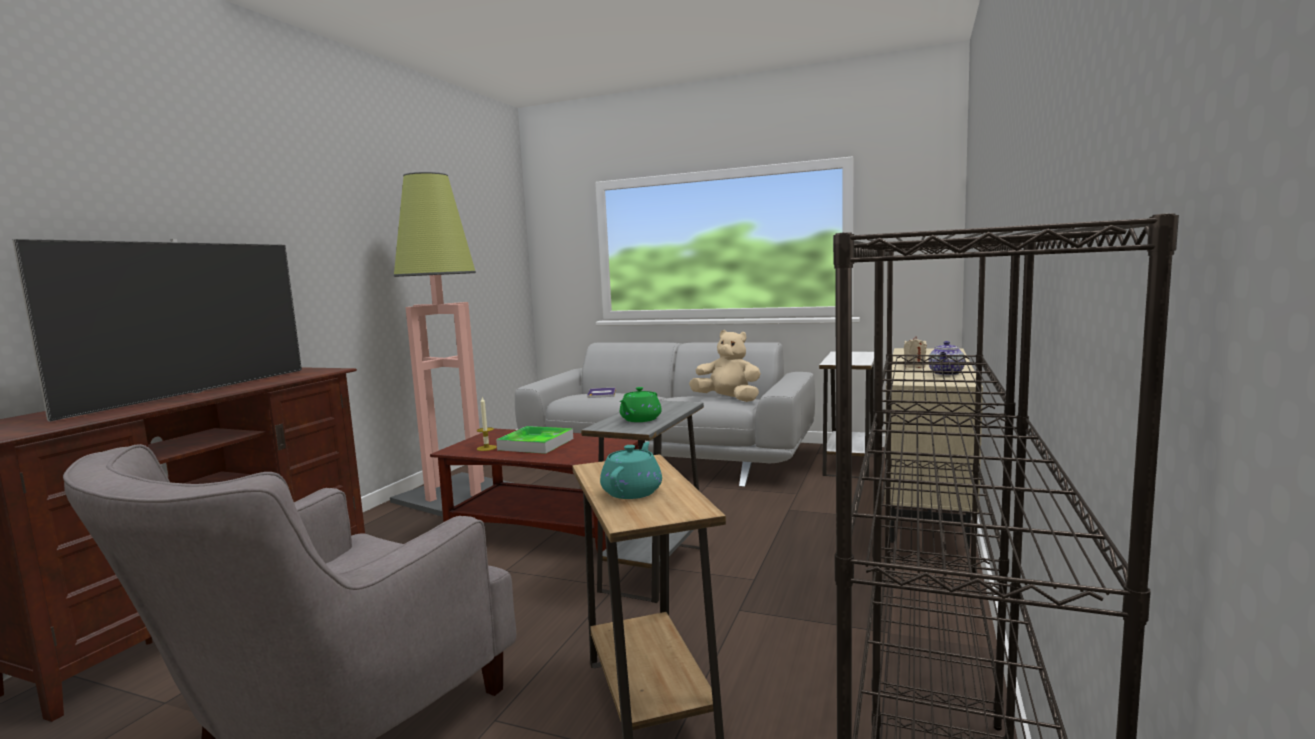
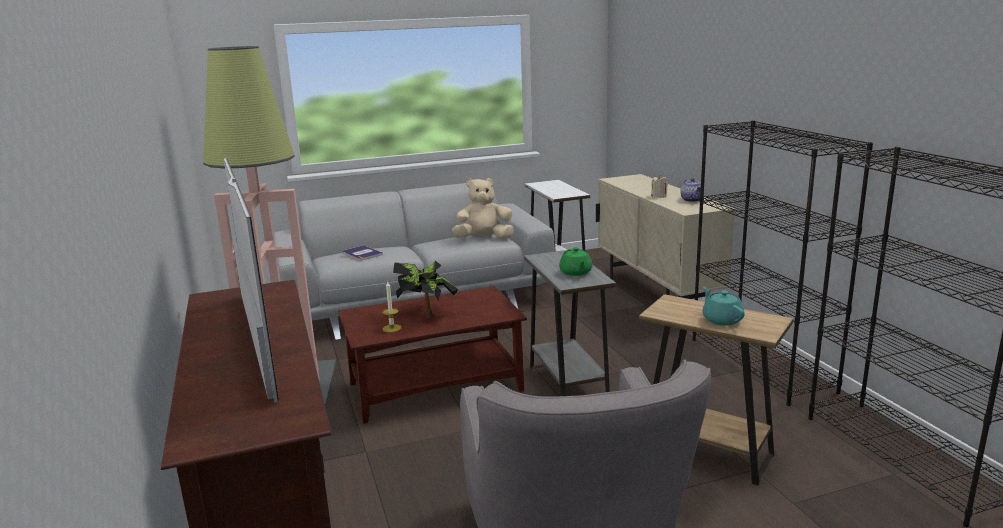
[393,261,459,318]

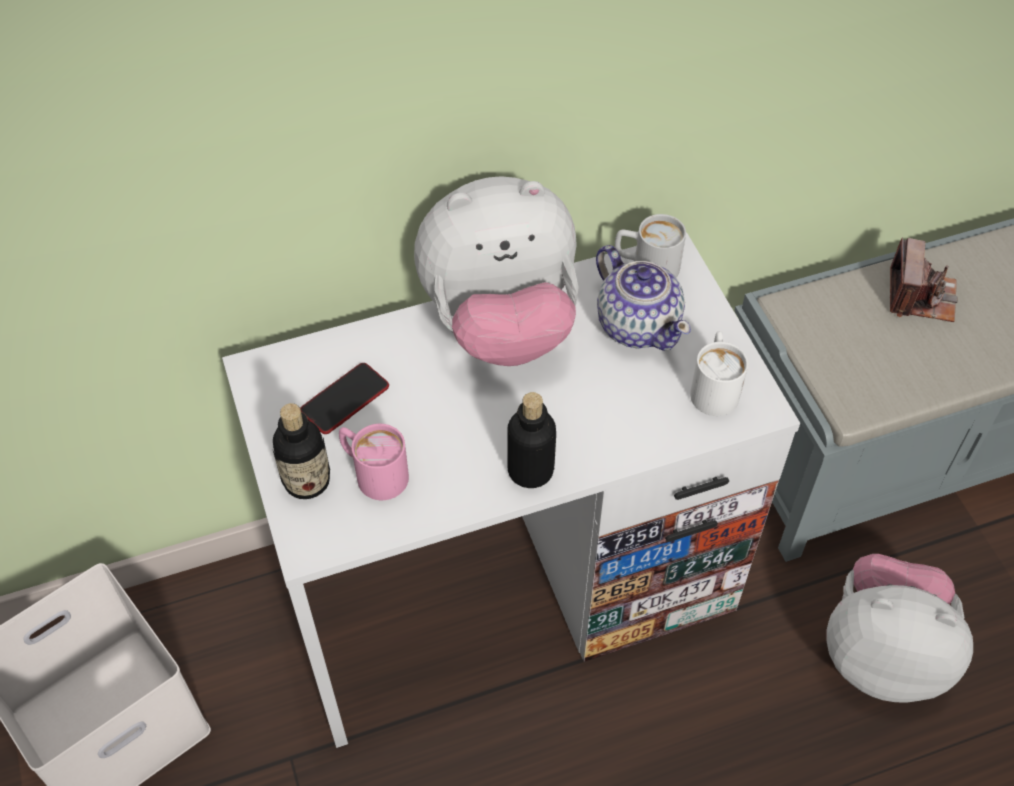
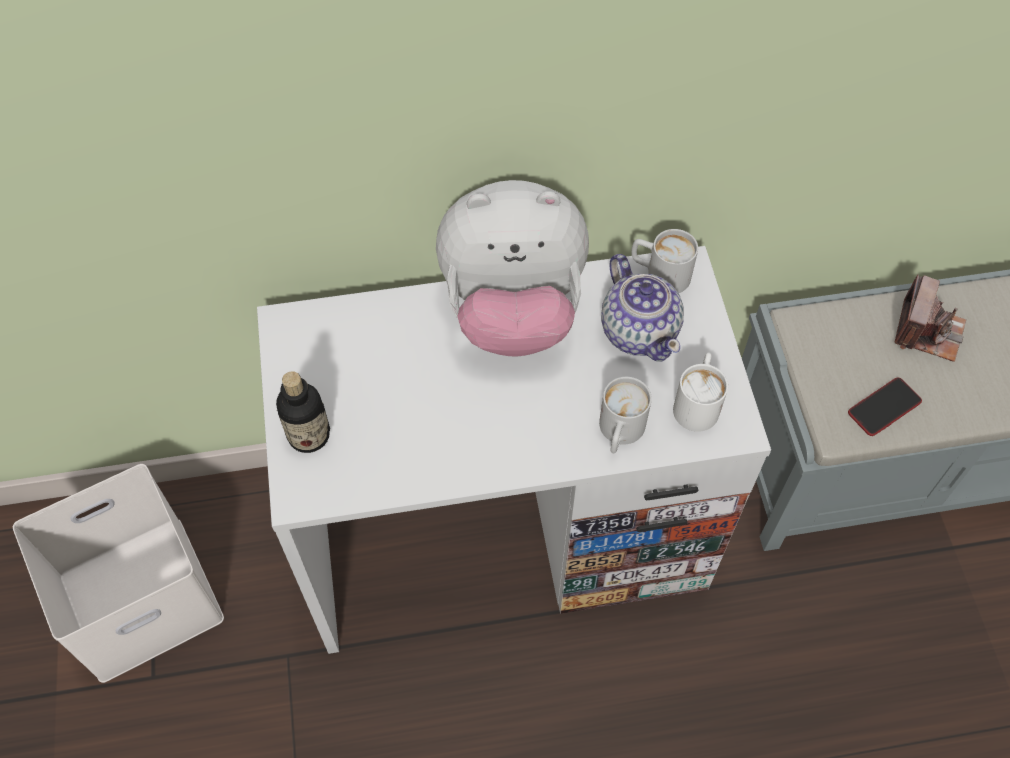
[848,378,922,436]
[339,424,409,500] (first image)
[507,392,556,488] (first image)
[826,554,973,702] (first image)
[599,377,652,453]

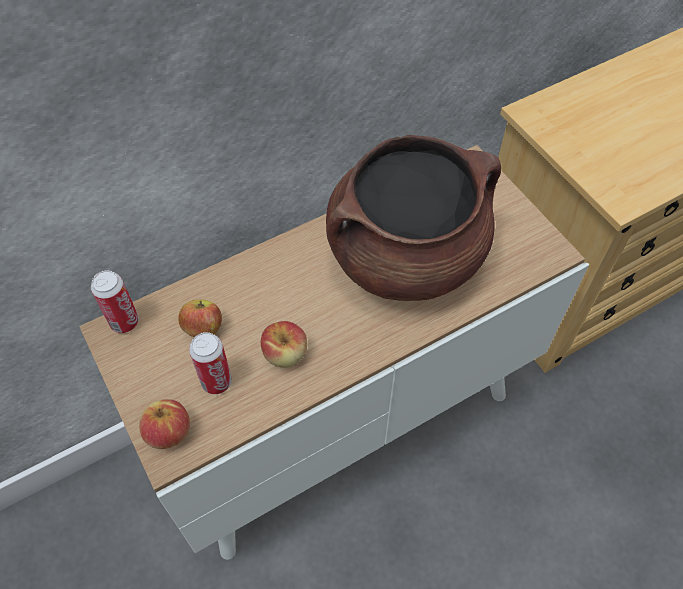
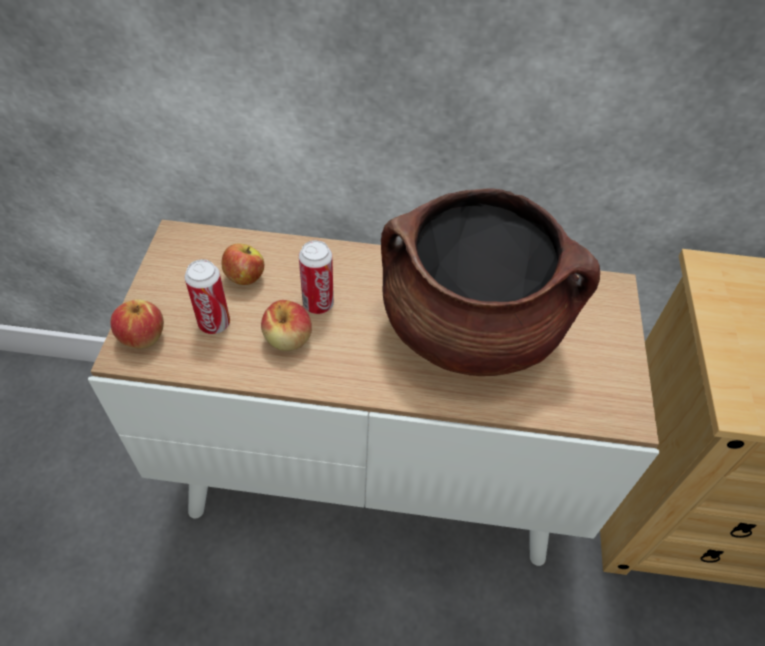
[299,240,334,314]

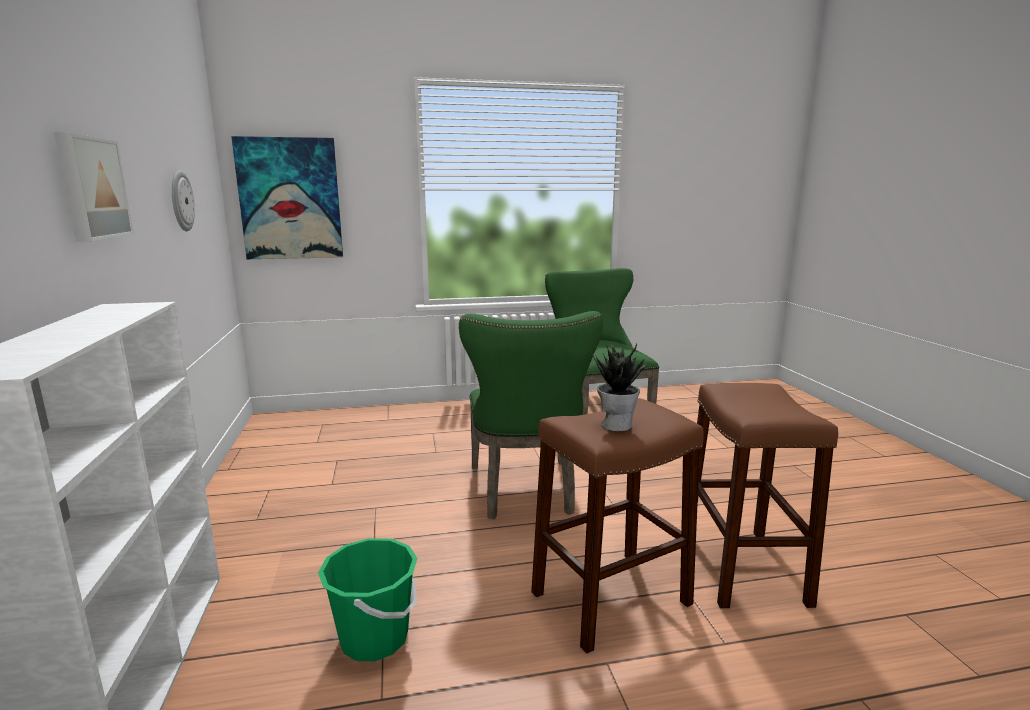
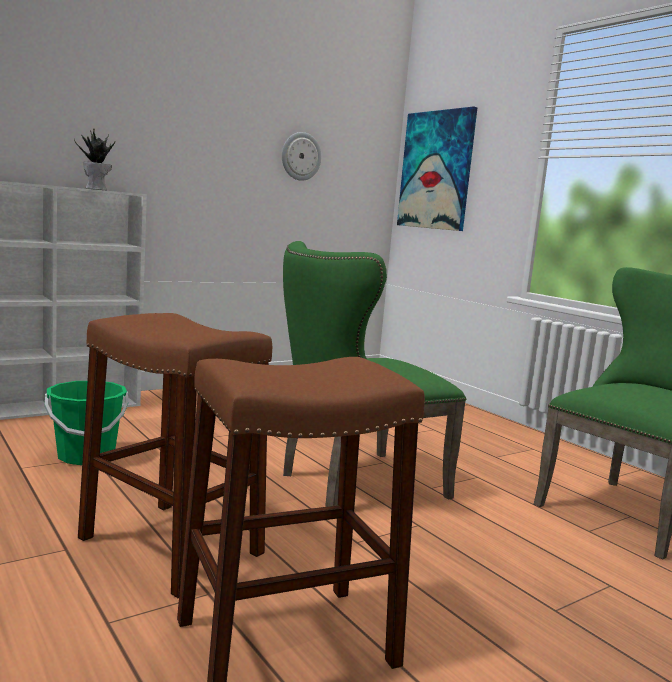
[54,132,134,242] (first image)
[74,129,116,190]

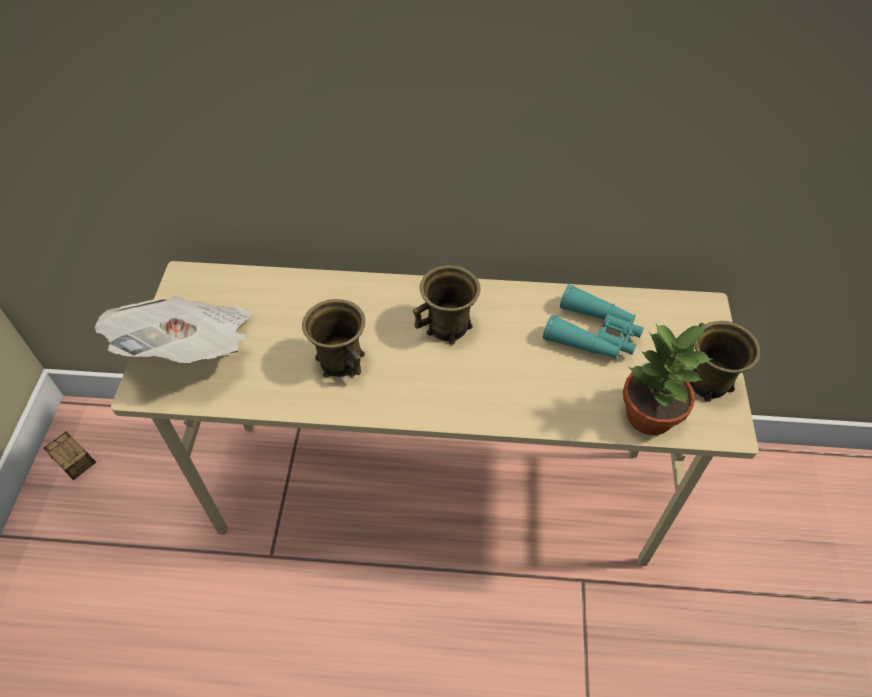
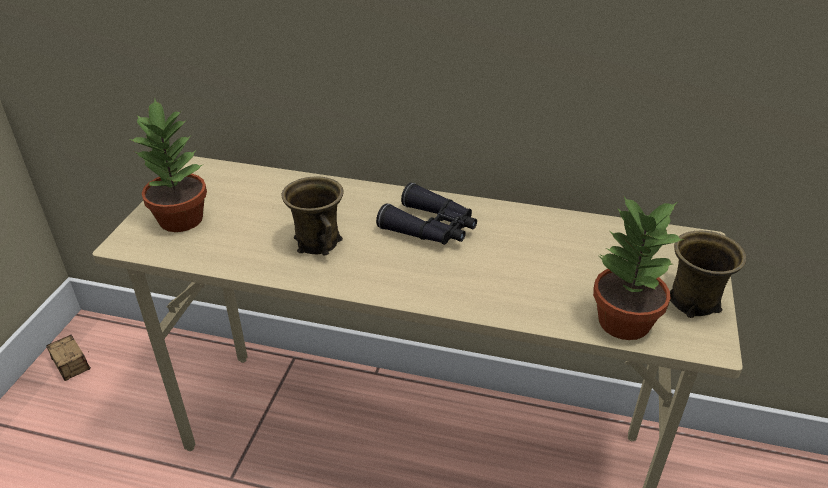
[129,99,207,232]
[376,183,477,245]
[543,284,644,359] (first image)

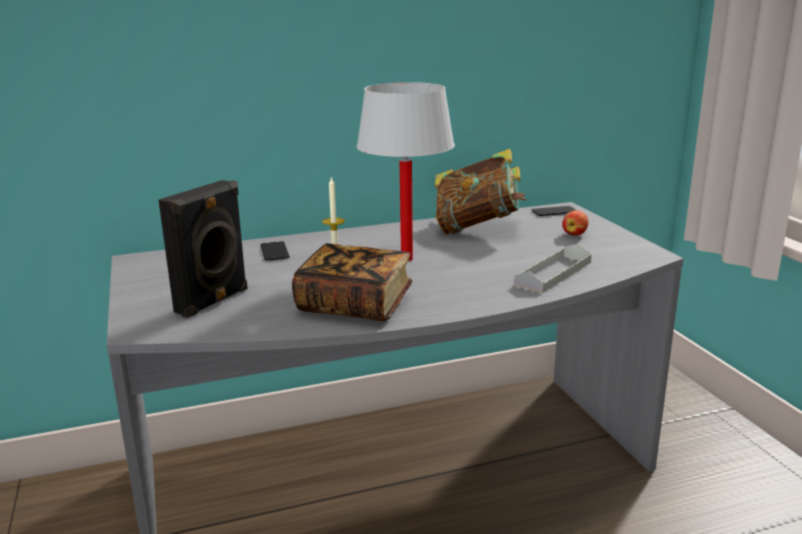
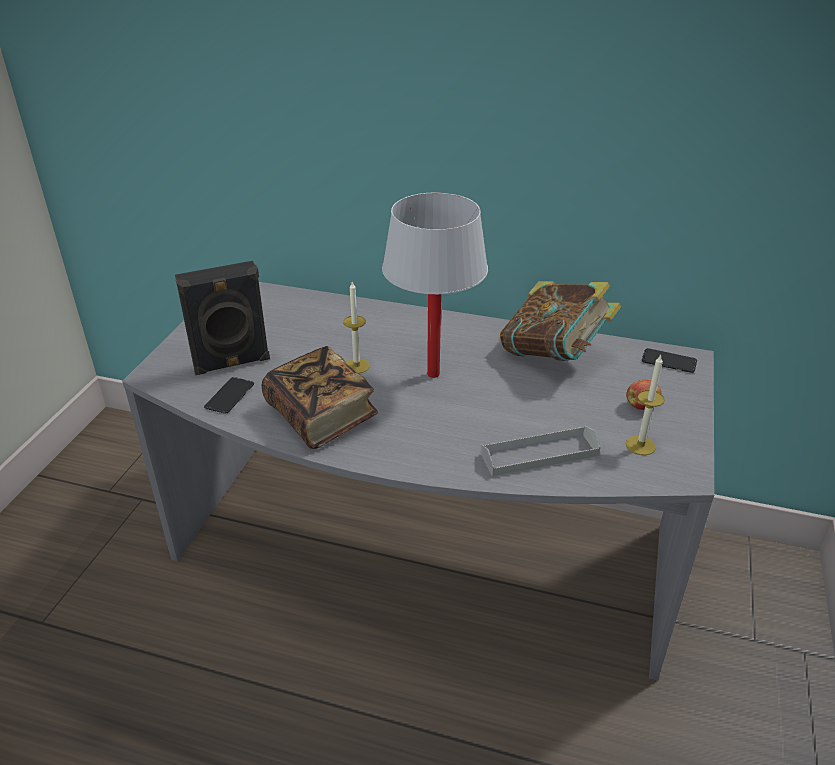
[204,377,254,414]
[626,355,665,455]

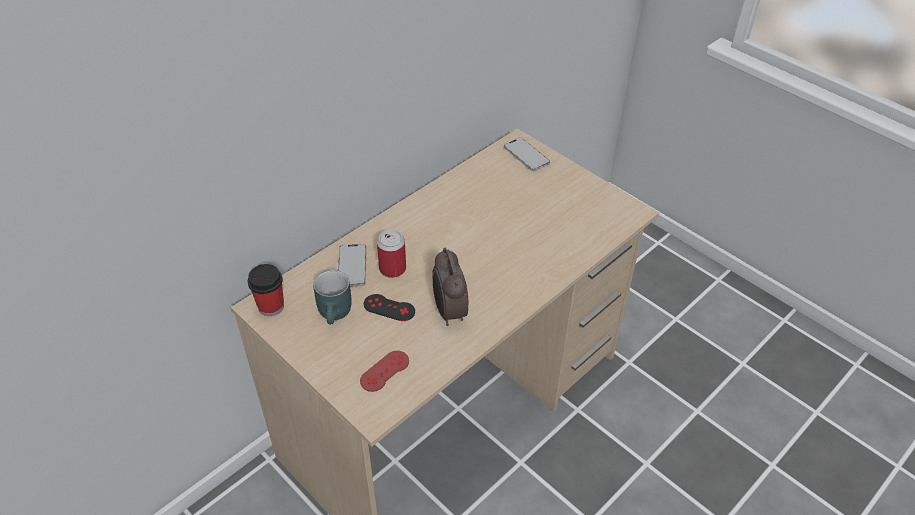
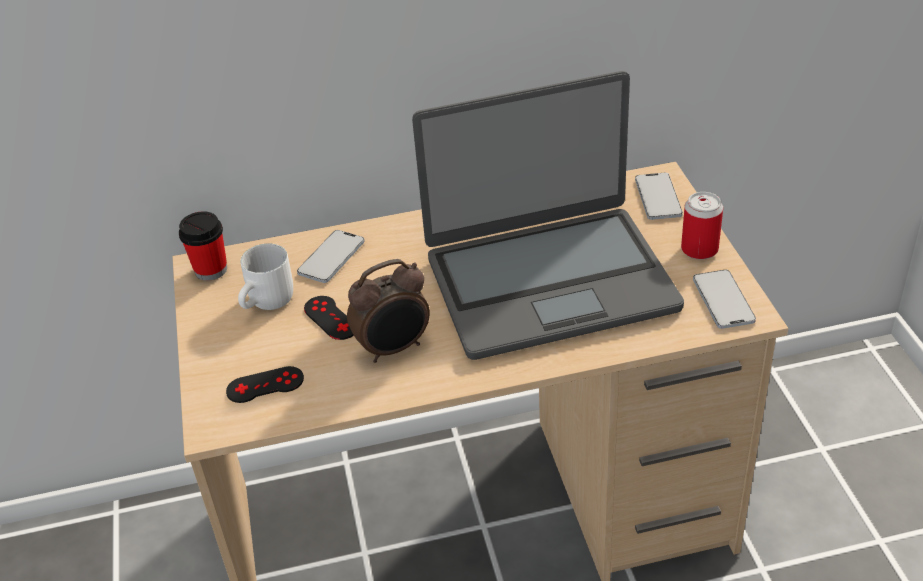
[238,243,293,310]
[226,366,304,403]
[681,192,723,260]
[347,259,430,363]
[412,71,684,360]
[693,270,756,329]

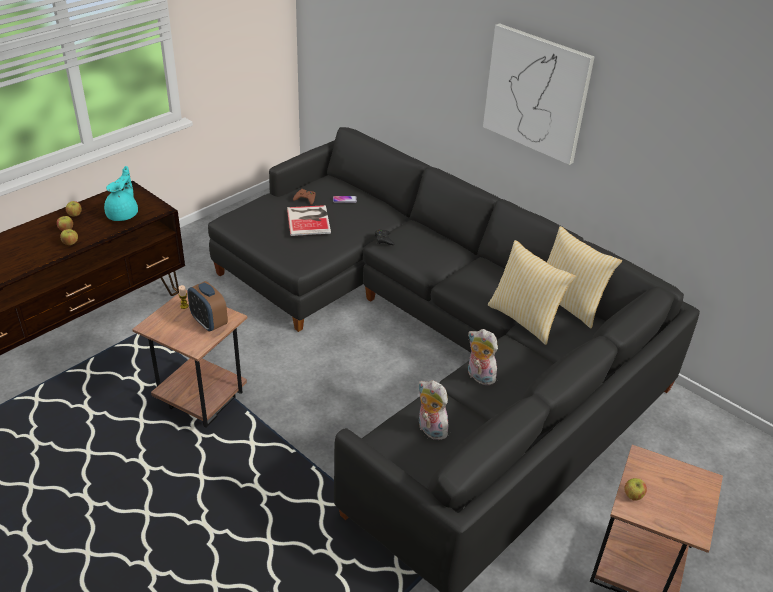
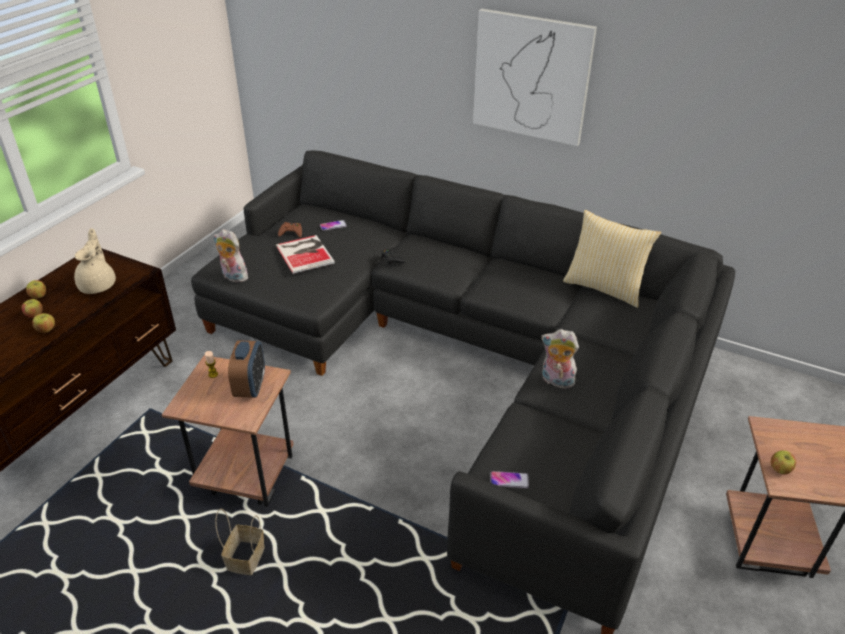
[74,228,116,294]
[228,340,265,398]
[213,229,248,283]
[488,240,576,345] (first image)
[215,509,265,575]
[491,471,529,488]

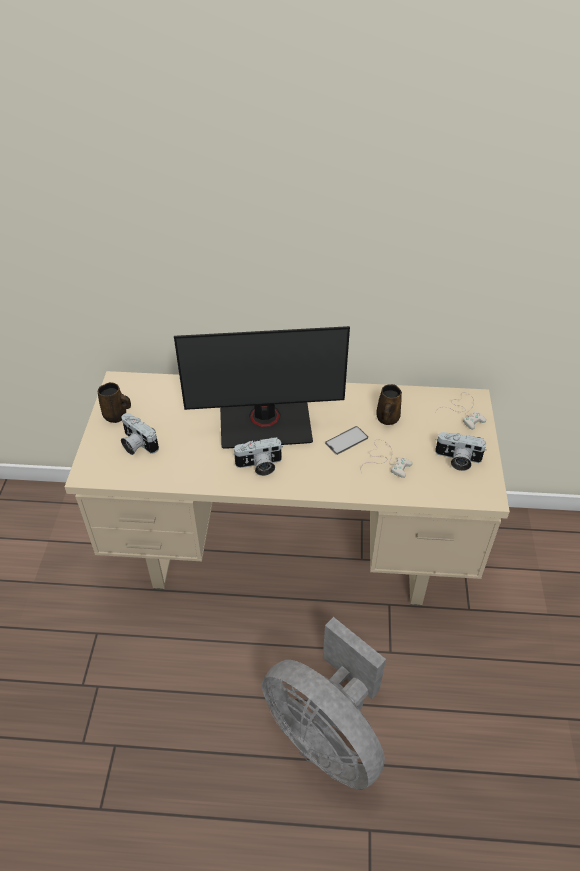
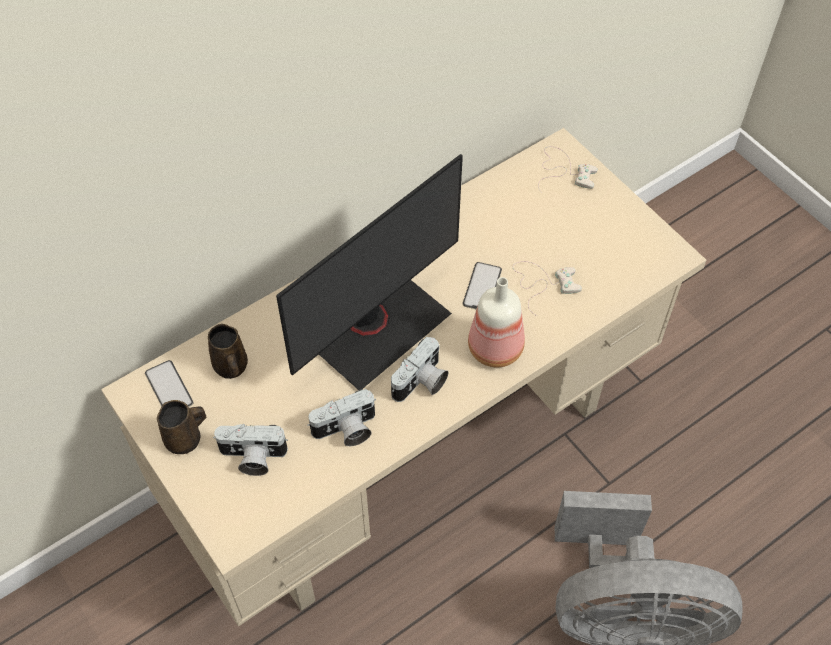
[208,324,248,379]
[307,389,376,446]
[145,360,194,407]
[468,277,525,367]

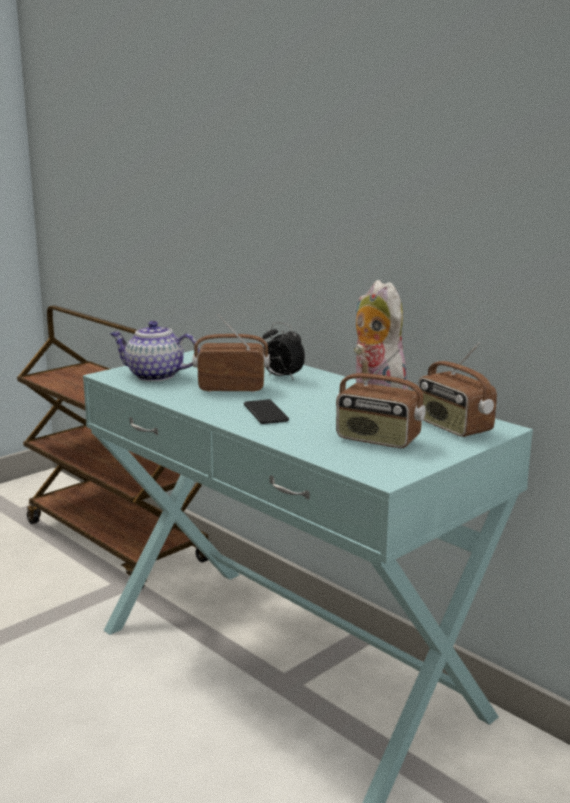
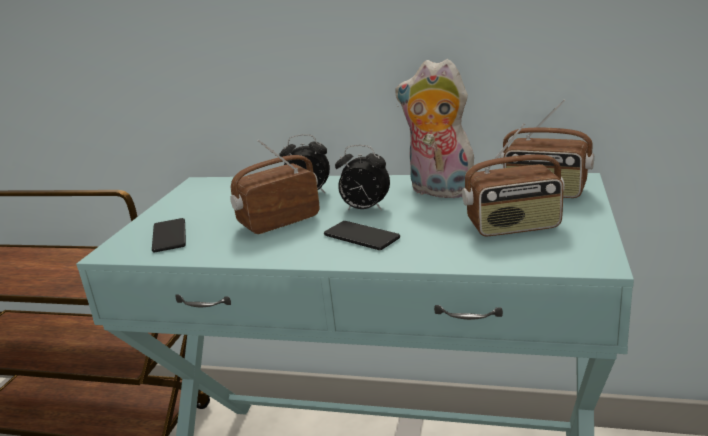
[152,218,186,252]
[335,145,390,210]

